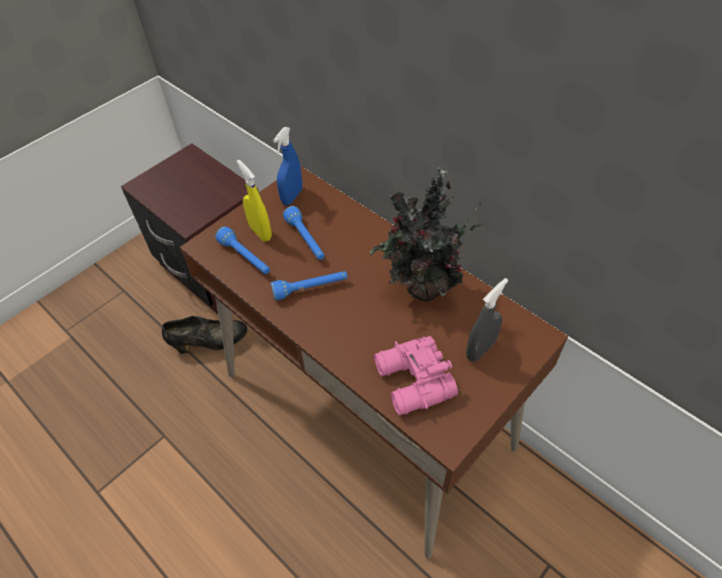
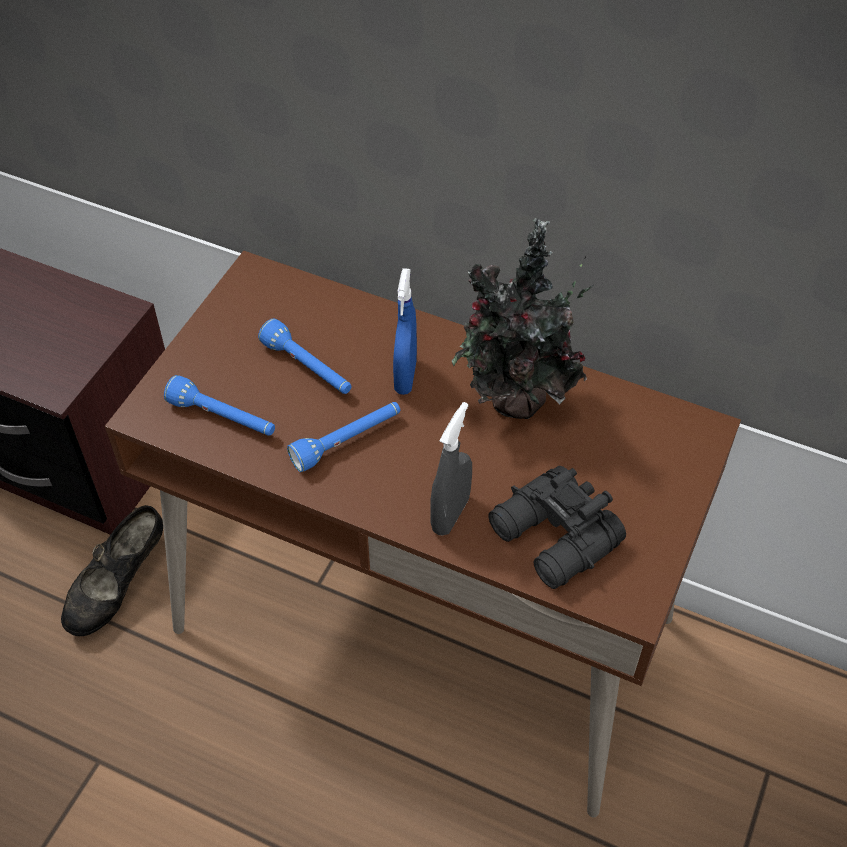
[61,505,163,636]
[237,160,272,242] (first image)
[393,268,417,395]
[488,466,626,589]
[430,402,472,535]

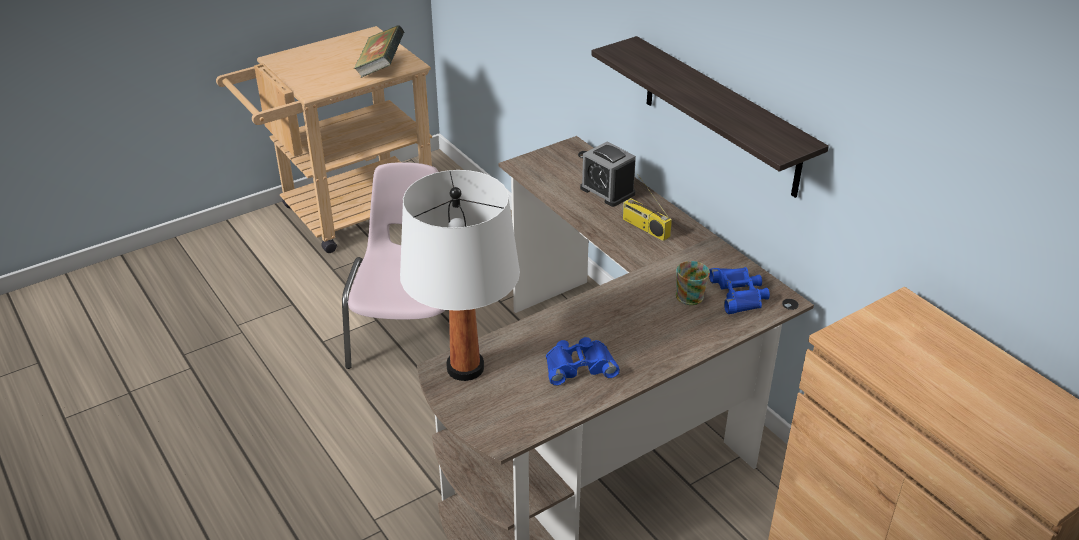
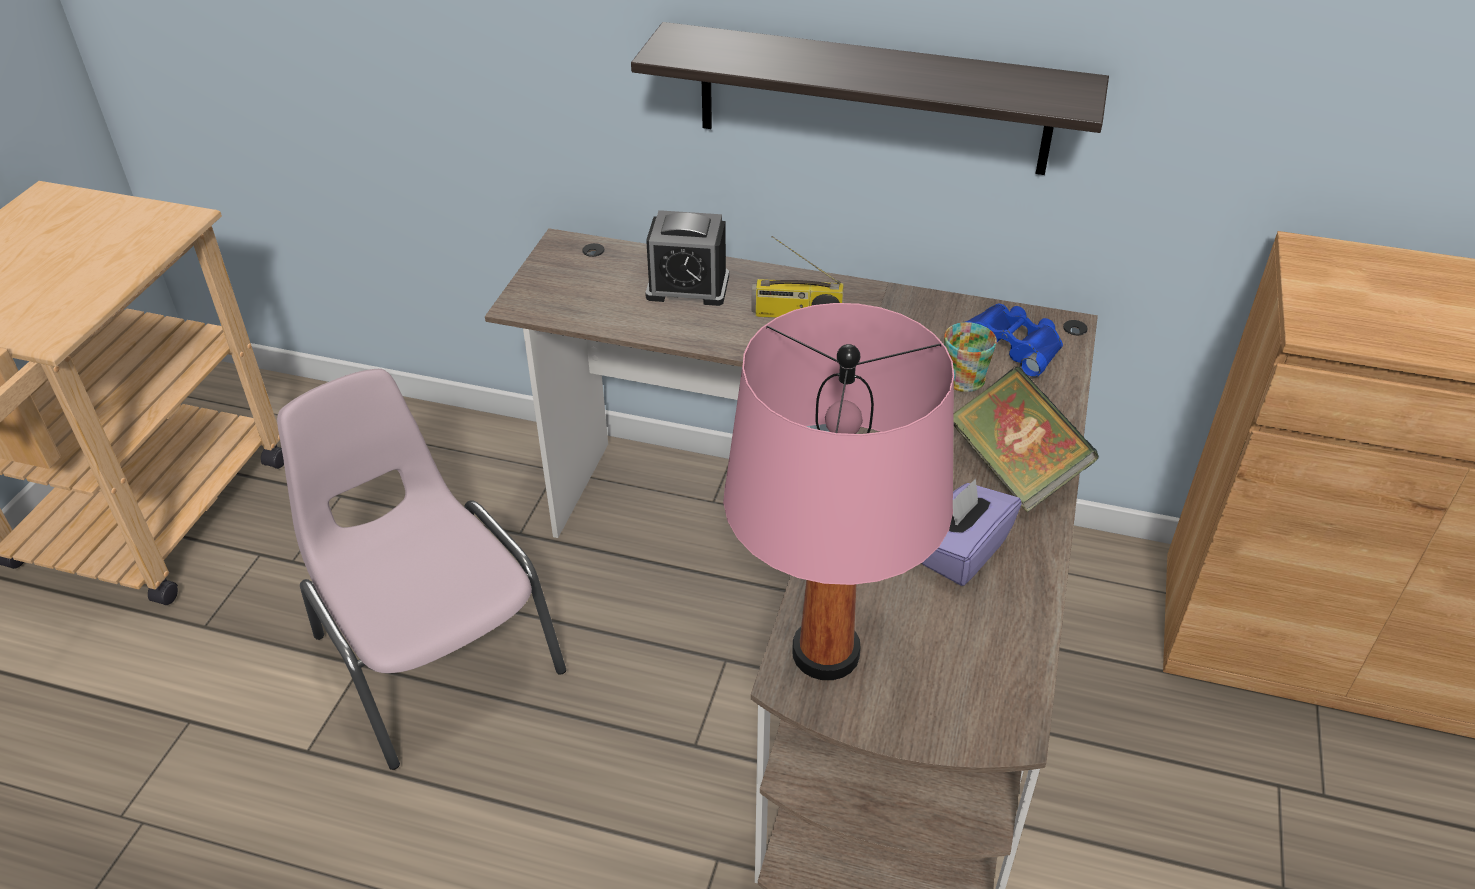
[953,367,1099,512]
[723,303,954,680]
[922,478,1022,586]

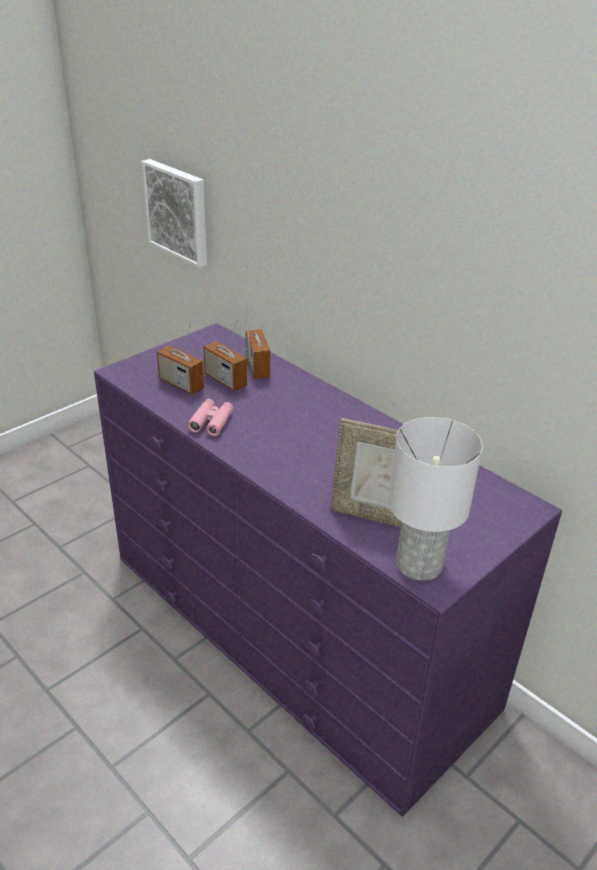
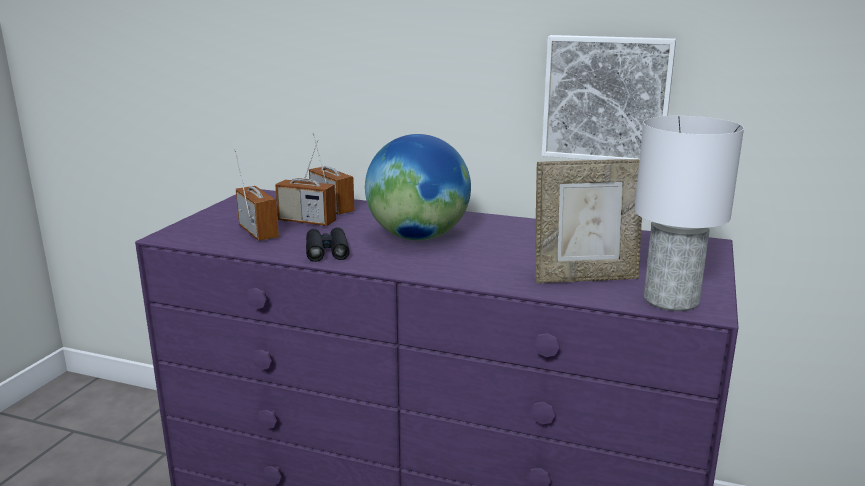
[542,35,676,160]
[234,149,279,241]
[306,227,350,262]
[365,134,471,240]

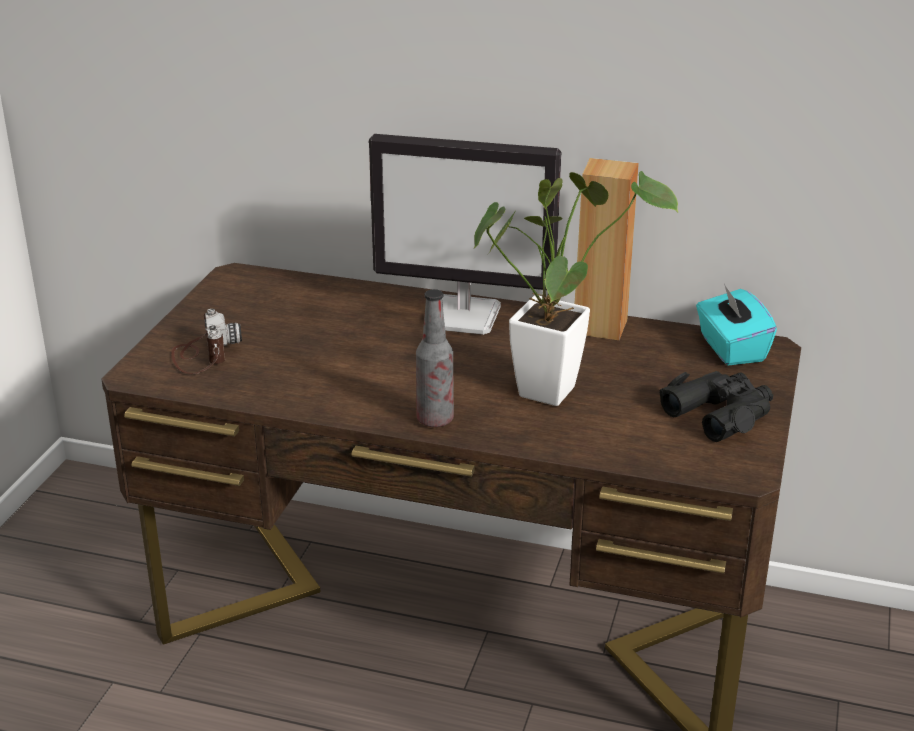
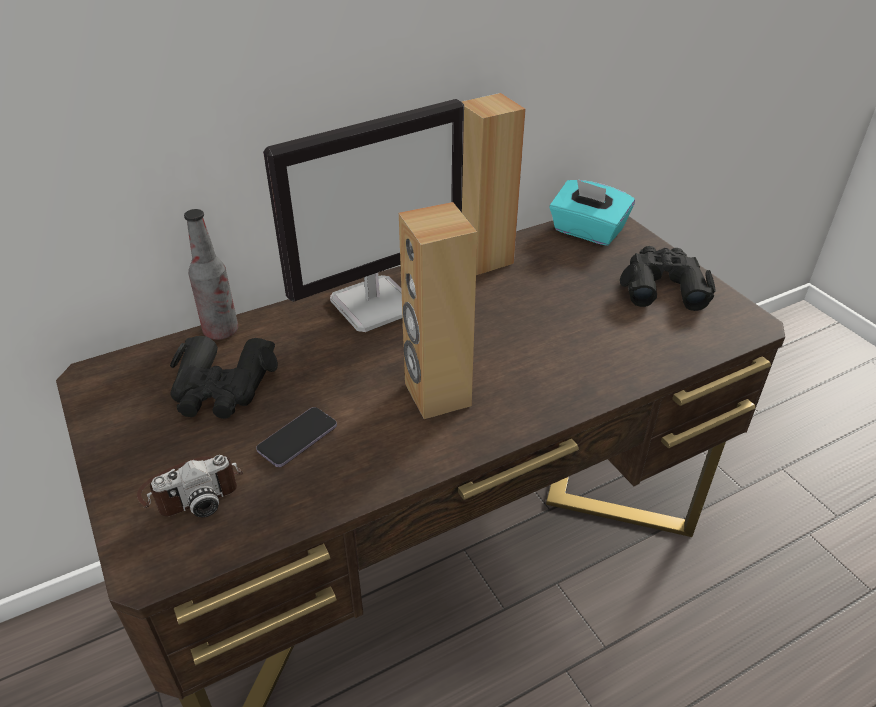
[137,455,243,517]
[184,209,238,340]
[473,171,678,406] (first image)
[170,336,278,419]
[256,407,337,467]
[399,202,478,419]

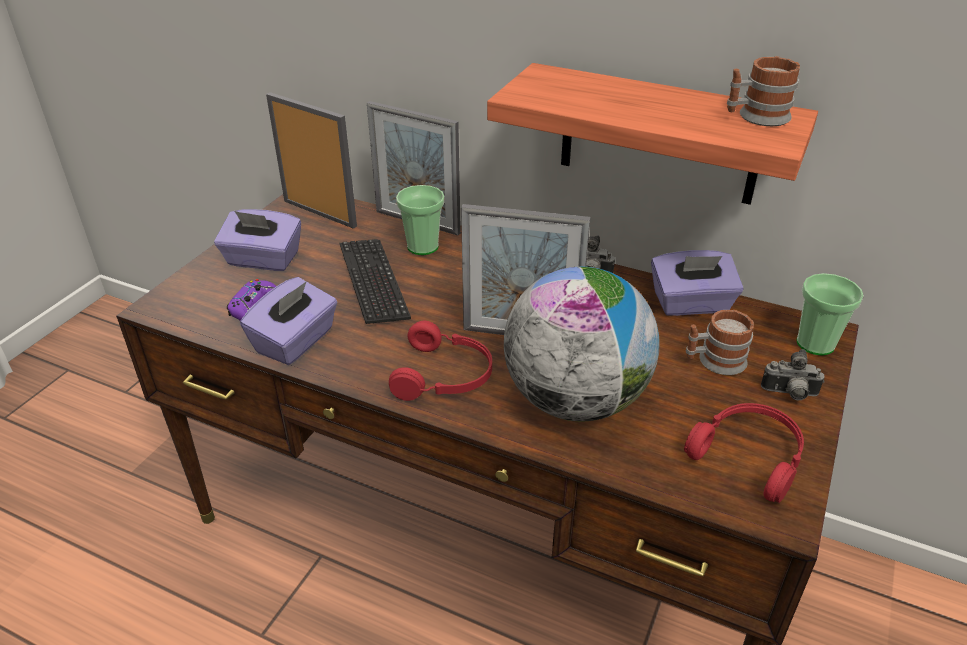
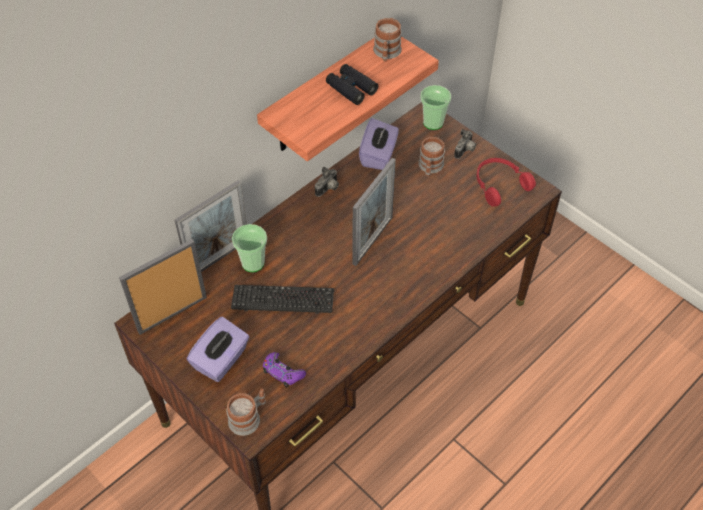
[240,277,337,365] (first image)
[389,321,492,401] (first image)
[504,267,659,421] (first image)
[227,389,266,436]
[326,64,378,105]

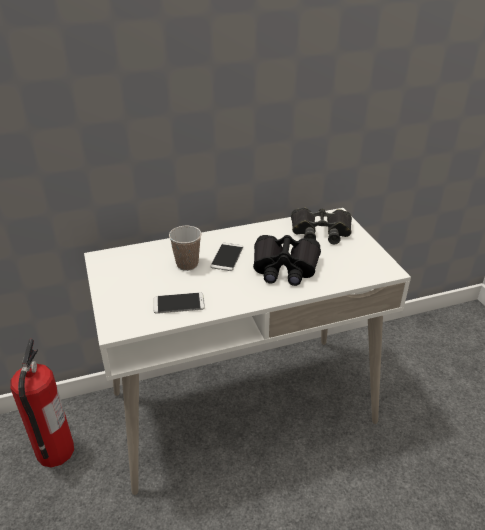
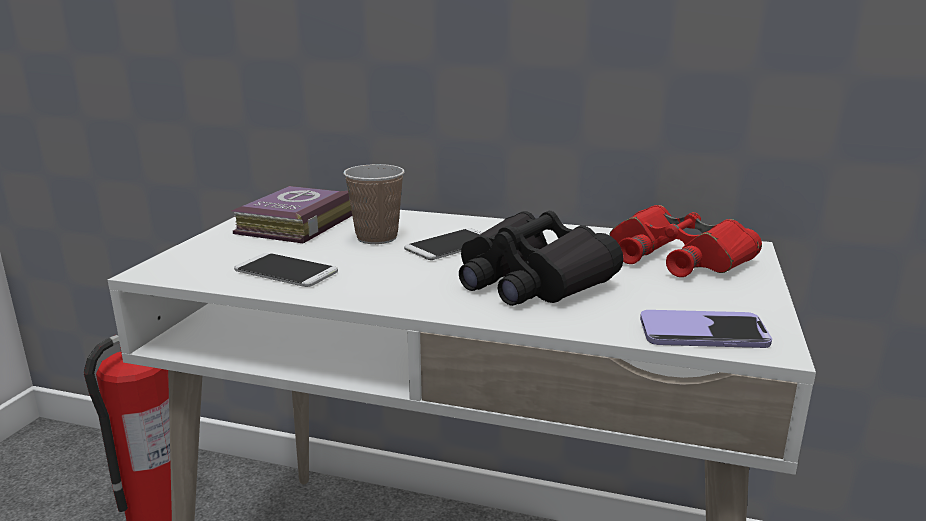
[609,205,762,277]
[232,186,352,244]
[640,310,772,348]

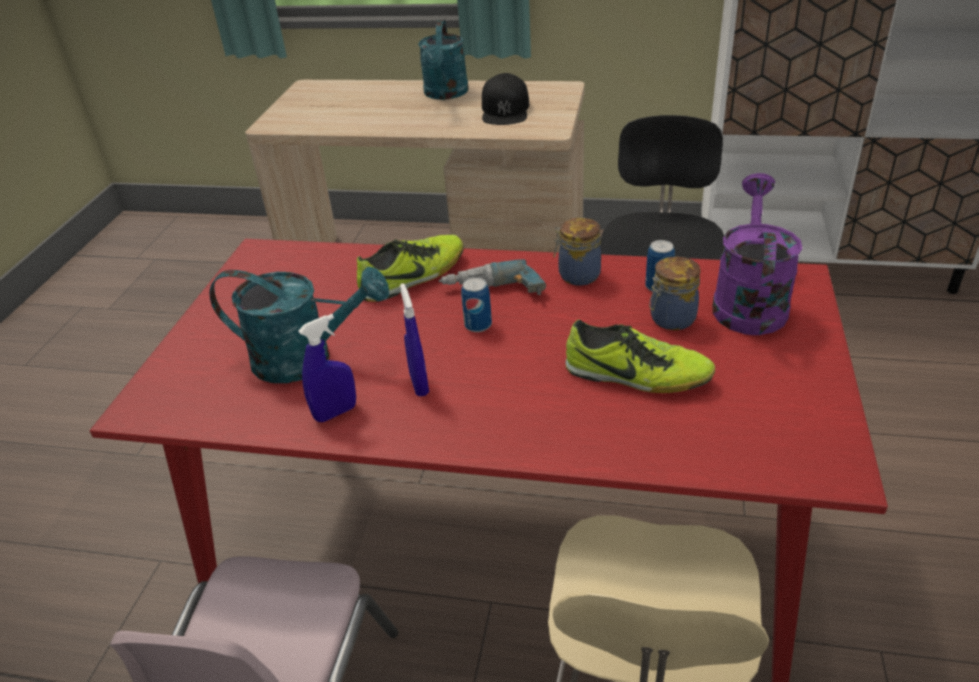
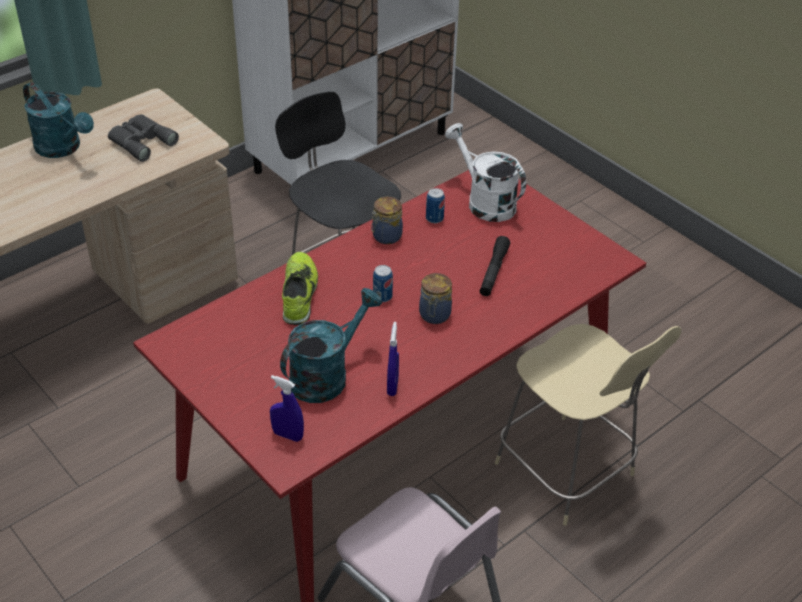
[270,375,304,442]
[439,259,546,295] (first image)
[108,114,179,162]
[480,236,510,296]
[419,273,452,324]
[445,123,526,222]

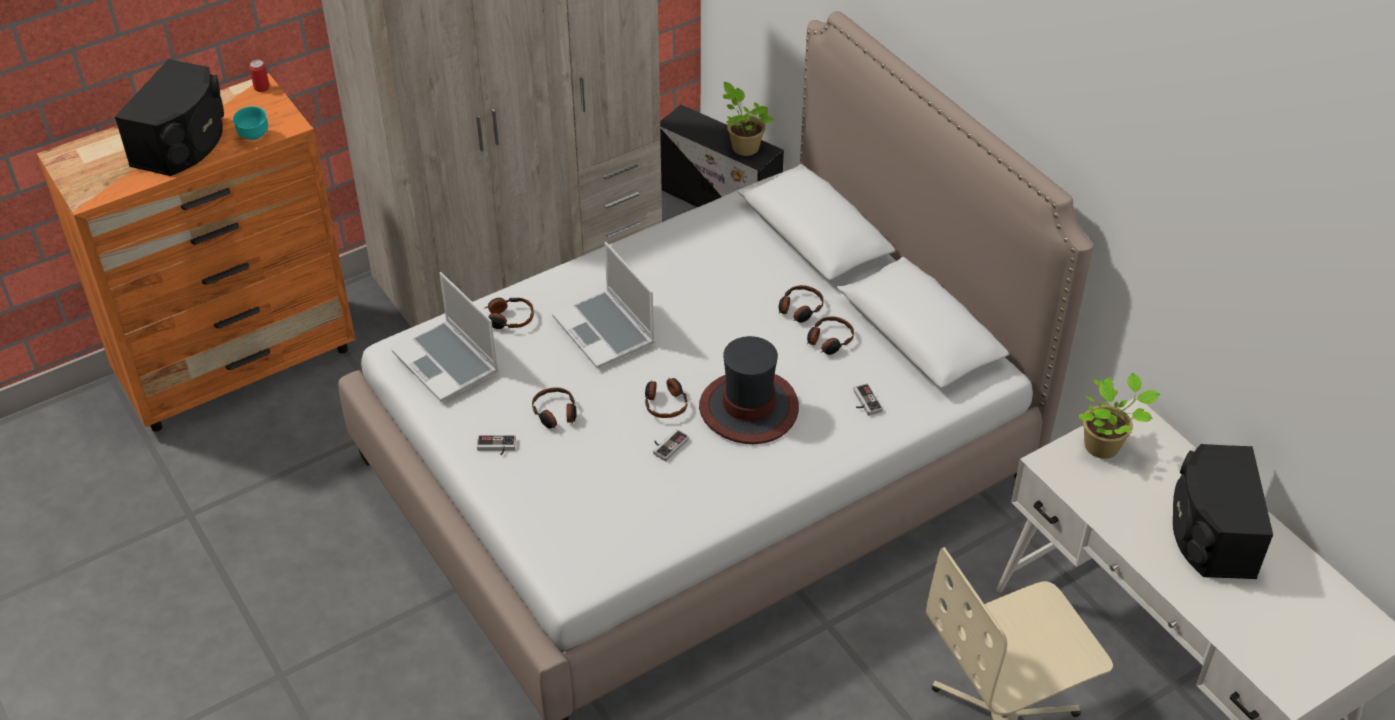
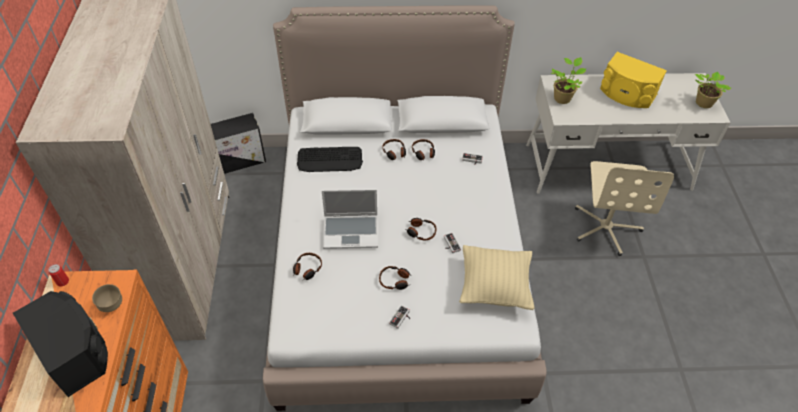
[92,284,122,312]
[392,272,498,402] (first image)
[699,336,799,444] (first image)
[695,72,731,108]
[600,52,667,108]
[297,147,363,172]
[459,245,534,310]

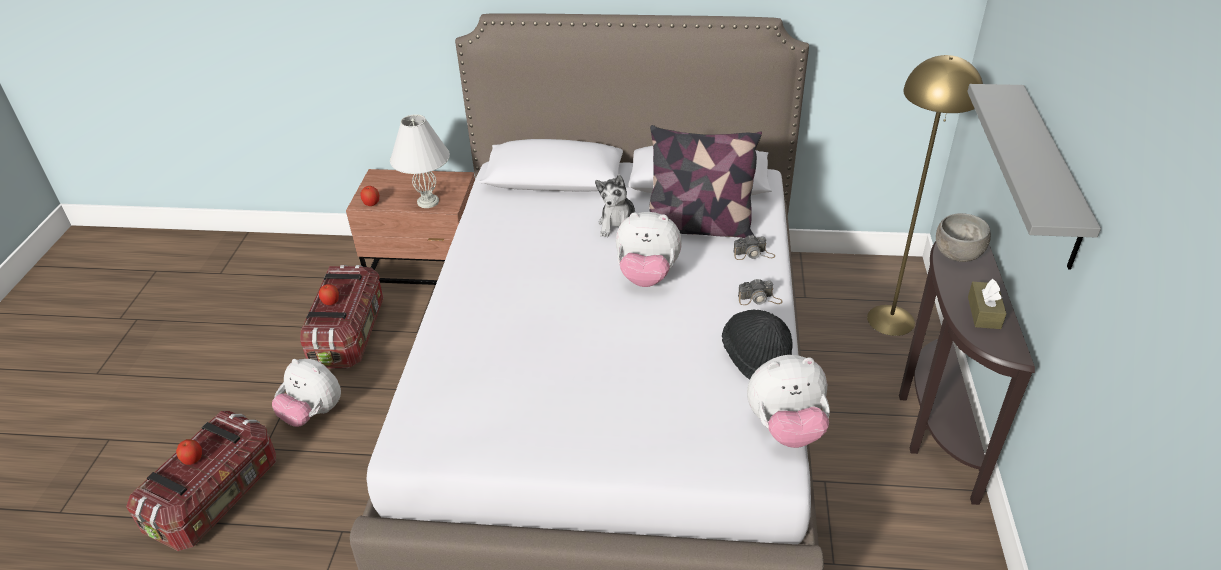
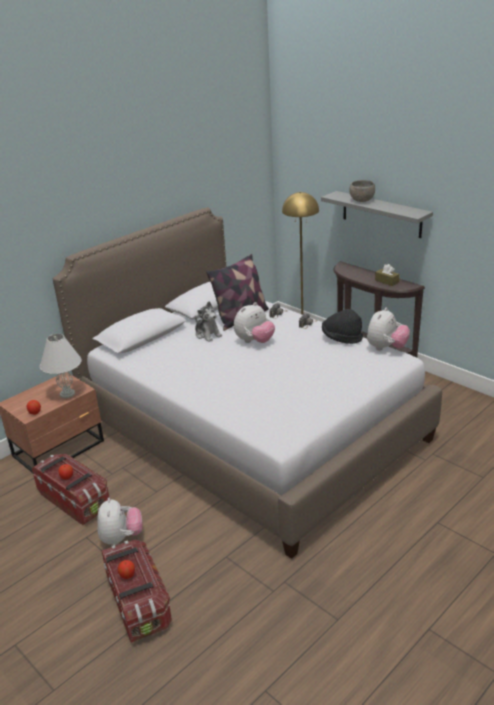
[97,498,142,545]
[349,180,375,202]

